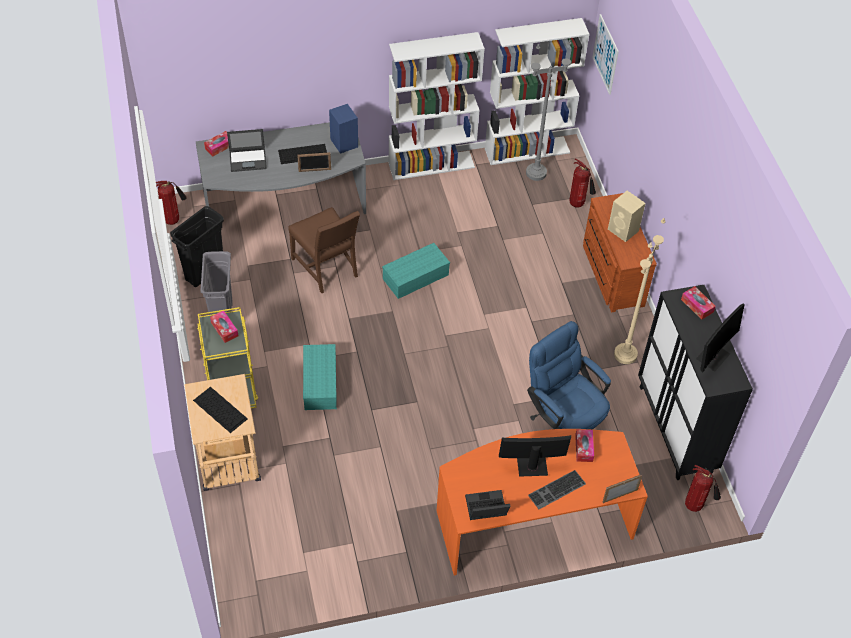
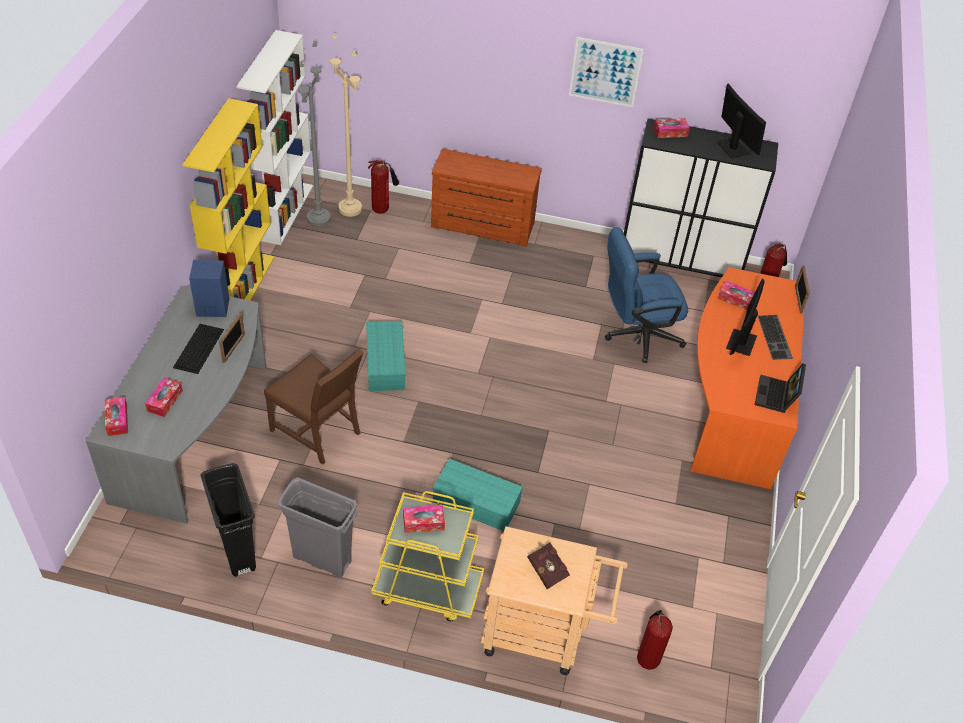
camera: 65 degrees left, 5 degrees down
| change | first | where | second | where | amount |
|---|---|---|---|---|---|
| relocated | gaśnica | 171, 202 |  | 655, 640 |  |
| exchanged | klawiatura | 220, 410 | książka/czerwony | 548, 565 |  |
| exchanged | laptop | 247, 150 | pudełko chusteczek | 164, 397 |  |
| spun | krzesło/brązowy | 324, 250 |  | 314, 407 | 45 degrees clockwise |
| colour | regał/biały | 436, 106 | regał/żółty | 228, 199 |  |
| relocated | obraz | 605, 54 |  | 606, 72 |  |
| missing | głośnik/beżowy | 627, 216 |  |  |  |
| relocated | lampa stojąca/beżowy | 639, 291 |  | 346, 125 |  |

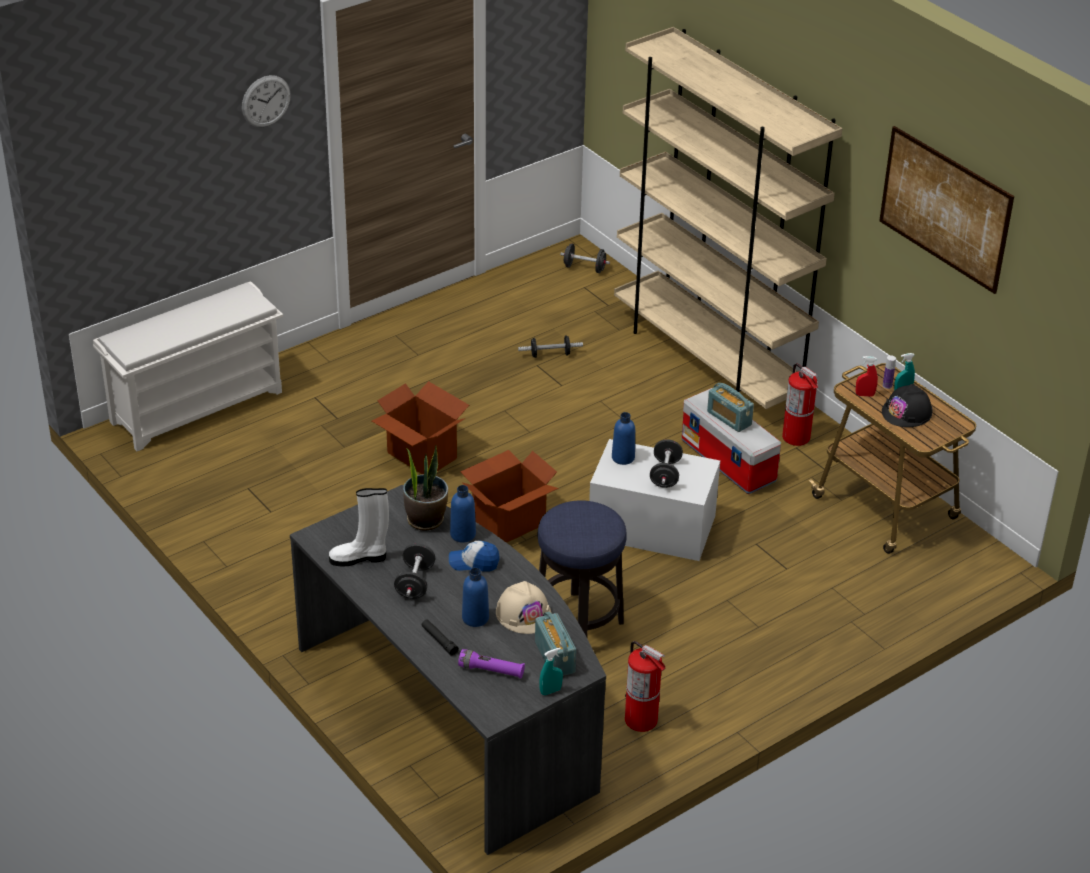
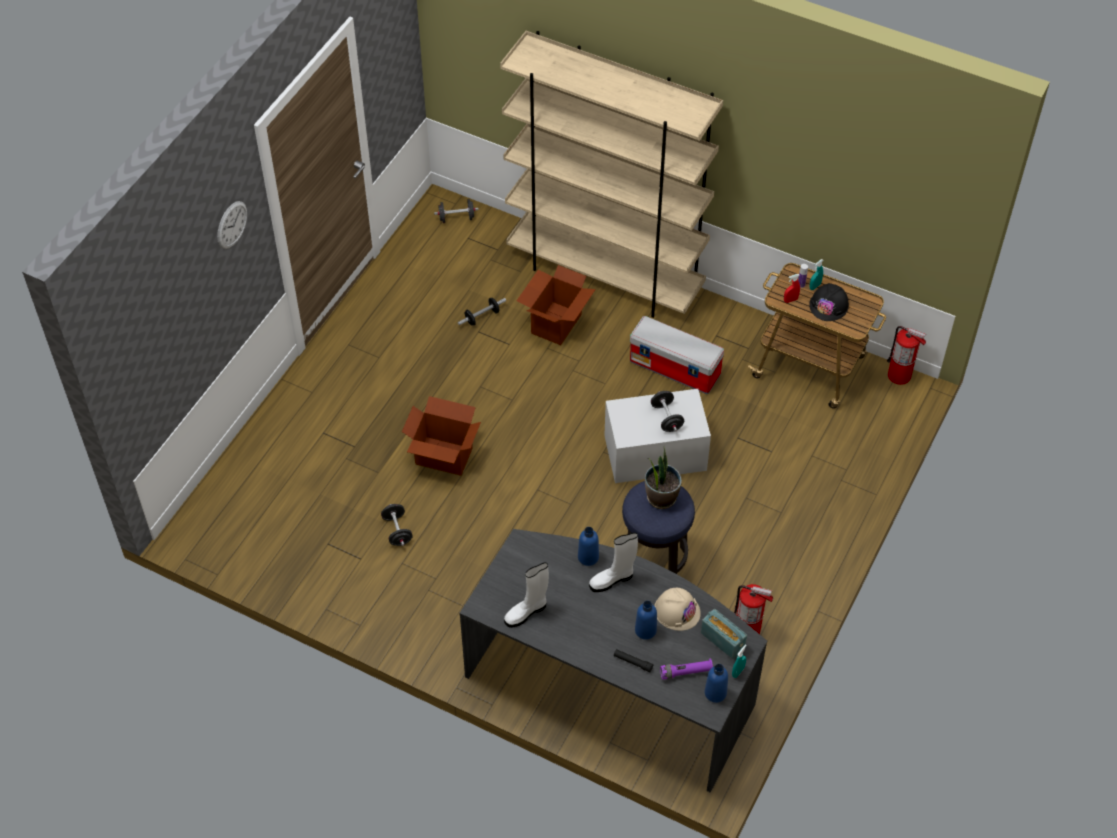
camera: 25 degrees left, 15 degrees up
| change | first | where | second | where | amount |
|---|---|---|---|---|---|
| missing | regał na buty/biały | 188, 366 |  |  |  |
| relocated | hantel/czarny | 414, 571 |  | 397, 525 |  |
| relocated | roślina doniczkowa | 425, 488 |  | 663, 478 |  |
| exchanged | czapka z daszkiem | 474, 556 | but z cholewką/biały | 613, 562 |  |
| relocated | karton | 509, 496 |  | 556, 305 |  |
| relocated | butelka/niebieski | 623, 438 |  | 716, 683 |  |
| missing | radio | 730, 407 |  |  |  |
| relocated | gaśnica | 800, 404 |  | 906, 355 |  |
| missing | obraz | 946, 210 |  |  |  |

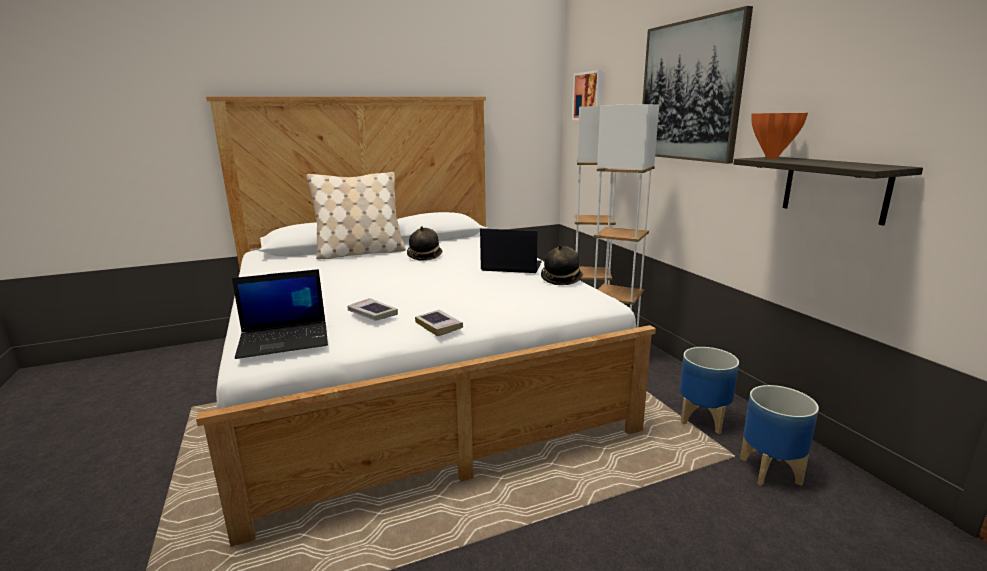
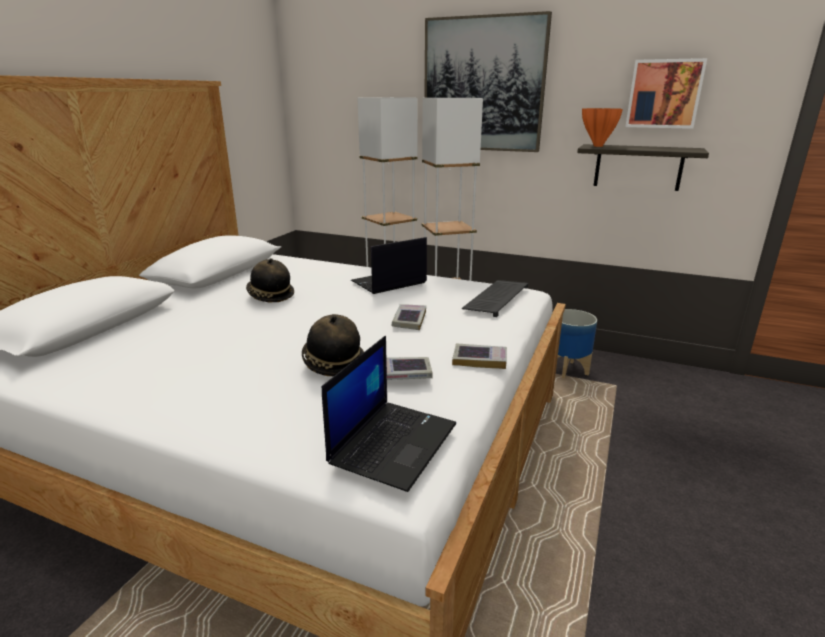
camera: 45 degrees left, 5 degrees up
| change | first | where | second | where | amount |
|---|---|---|---|---|---|
| missing | poduszka/beżowy | 356, 216 |  |  |  |
| relocated | kapelusz | 562, 265 |  | 333, 345 |  |
| relocated | obraz | 588, 95 |  | 666, 93 |  |
| missing | donica | 779, 435 |  |  |  |
| appeared |  |  | książka | 409, 317 |  |
| appeared |  |  | klawiatura | 495, 298 |  |

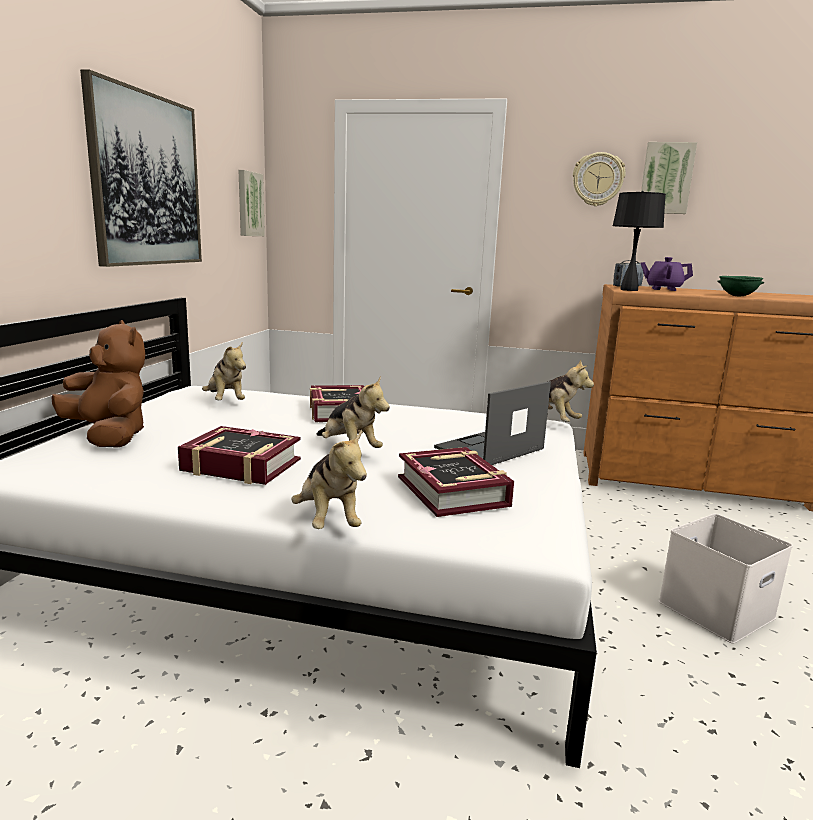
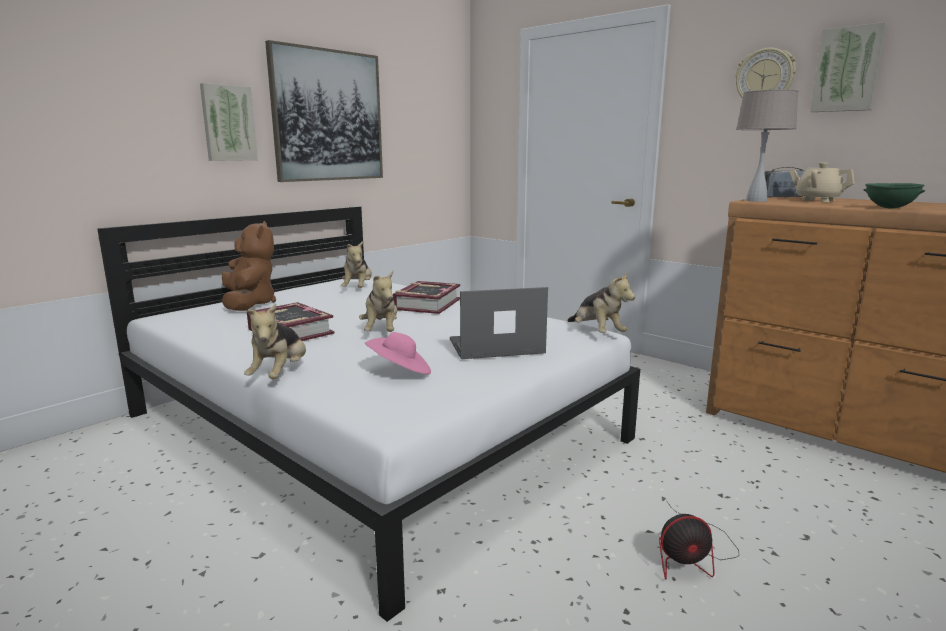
camera: 30 degrees right, 0 degrees up
| change | first | where | second | where | amount |
|---|---|---|---|---|---|
| relocated | obraz | 252, 203 |  | 229, 122 |  |
| exchanged | książka | 456, 482 | kapelusz/różowy | 398, 353 |  |
| colour | lampa stołowa/czarny | 639, 241 | lampa stołowa/beżowy | 767, 145 |  |
| colour | imbryk/fioletowy | 666, 274 | imbryk/beżowy | 822, 182 |  |
| exchanged | pojemnik do przechowywania/biały | 726, 578 | wentylator | 699, 540 |  |

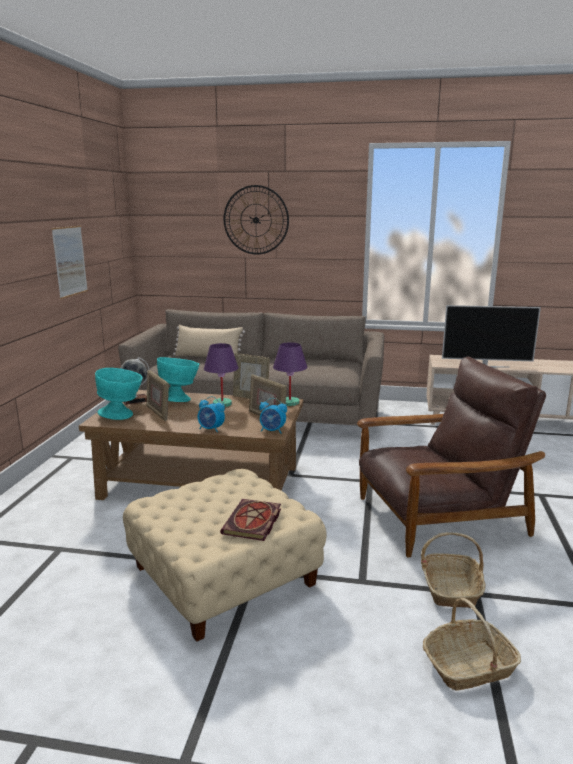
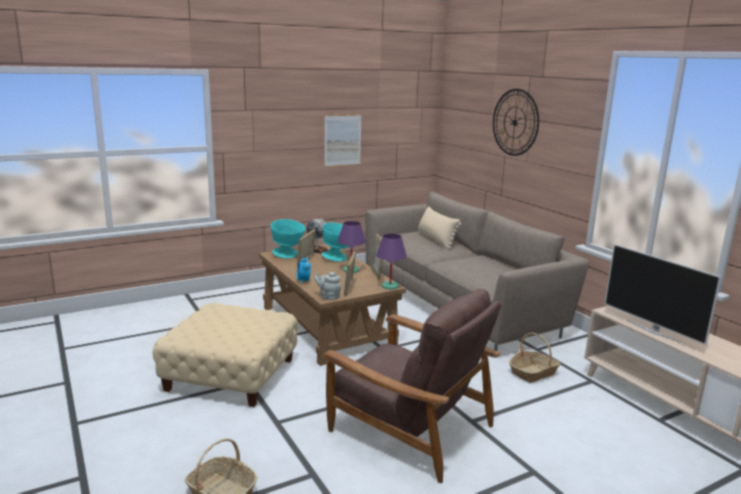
camera: 50 degrees right, 0 degrees up
| change | first | where | second | where | amount |
|---|---|---|---|---|---|
| missing | książka | 250, 520 |  |  |  |
| exchanged | budzik | 273, 416 | imbryk/szary | 327, 286 |  |
| relocated | koszyk | 453, 570 |  | 535, 358 |  |

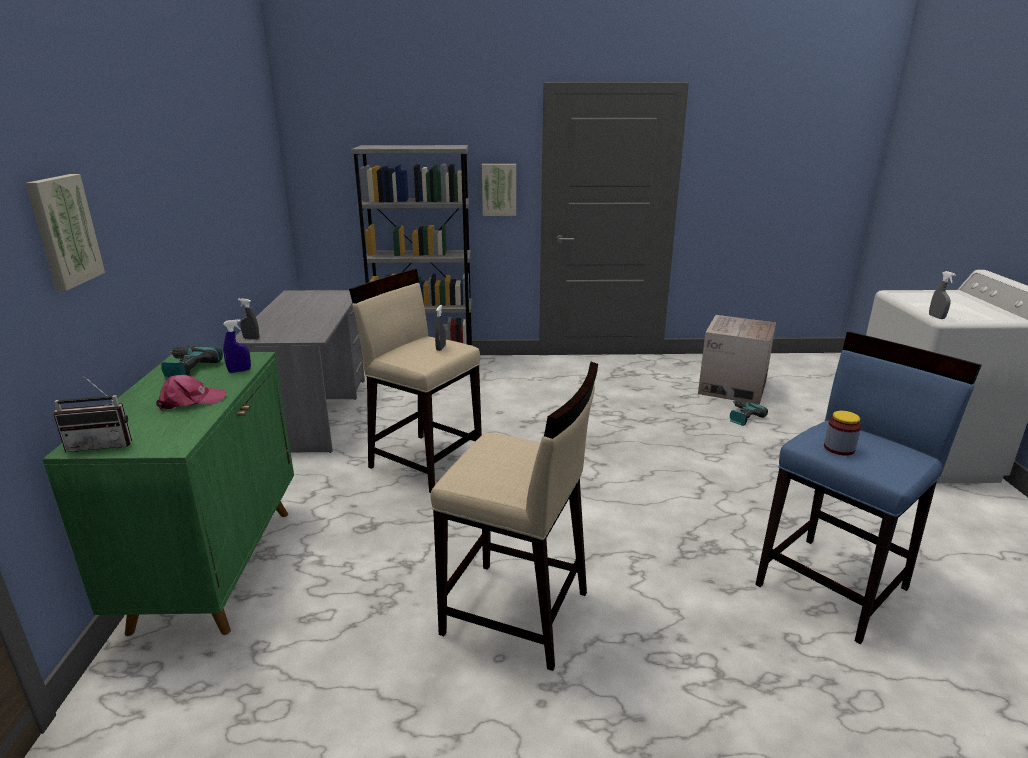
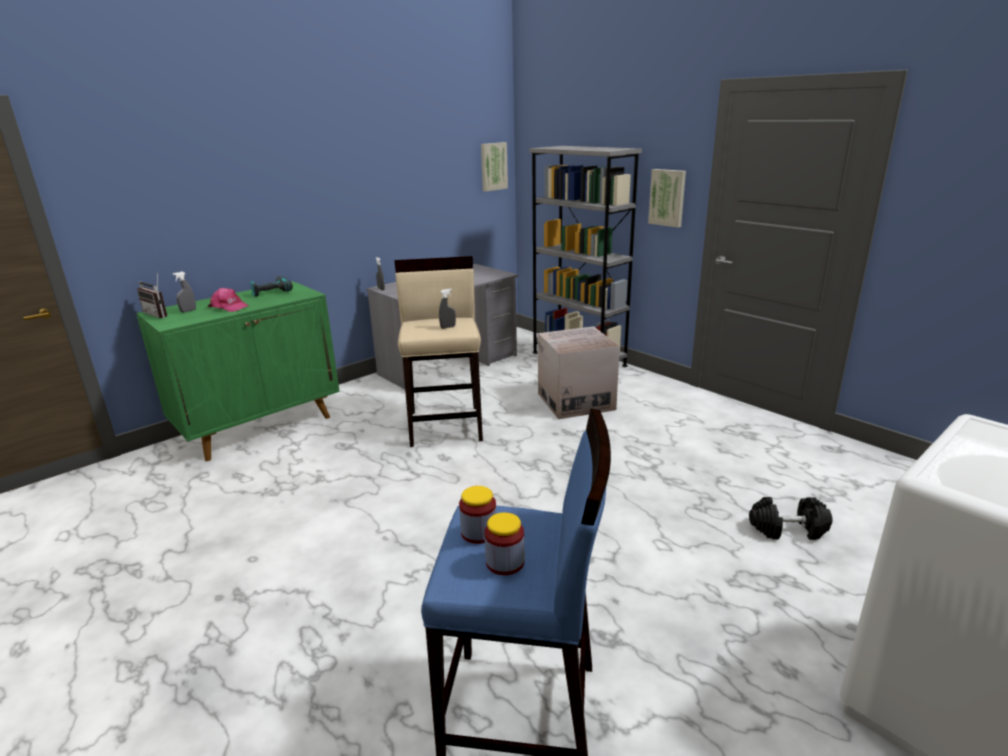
camera: 50 degrees right, 0 degrees up
| change | first | where | second | where | amount |
|---|---|---|---|---|---|
| relocated | obraz | 65, 232 |  | 494, 167 |  |
| missing | spryskiwacz/niebieski | 237, 346 |  |  |  |
| missing | stołek/beżowy | 514, 516 |  |  |  |
| relocated | karton | 737, 360 |  | 579, 372 |  |
| exchanged | wiertarka | 749, 412 | hantel/czarny | 790, 518 |  |
| relocated | spryskiwacz/szary | 942, 295 |  | 184, 292 |  |
| appeared |  |  | słoik | 504, 543 |  |

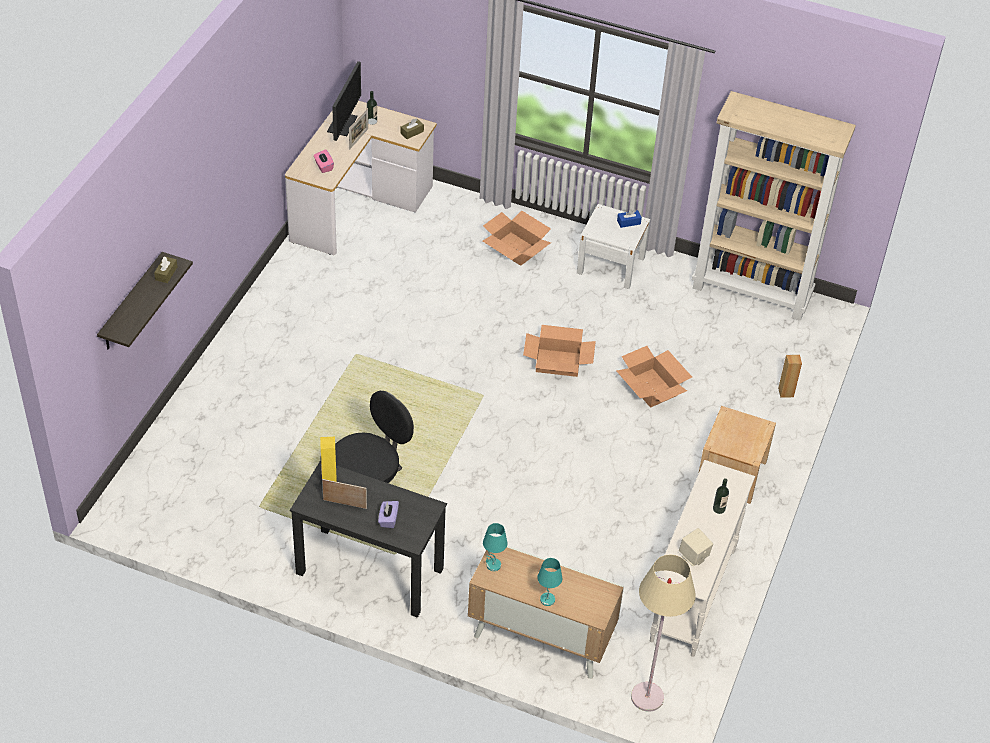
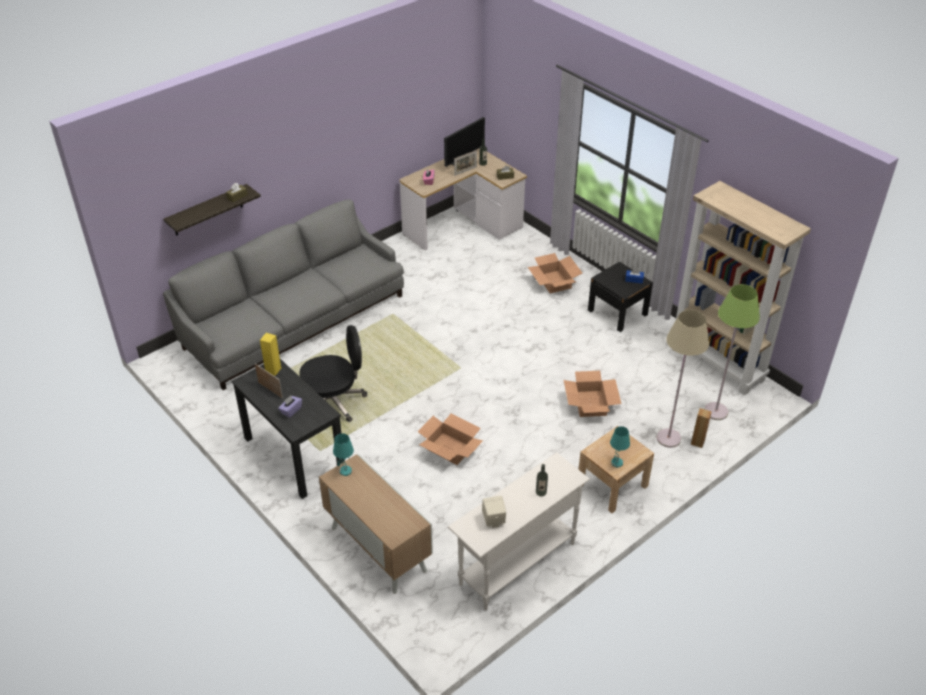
camera: 30 degrees right, 5 degrees down
| change | first | where | second | where | amount |
|---|---|---|---|---|---|
| relocated | karton | 559, 351 |  | 450, 439 |  |
| relocated | lampa stołowa/turkusowy | 549, 582 |  | 620, 446 |  |
| colour | szafka nocna/biały | 613, 246 | szafka nocna/czarny | 620, 297 |  |
| relocated | lampa stojąca/beżowy | 663, 633 |  | 683, 379 |  |
| appeared |  |  | kanapa/szary | 283, 295 |  |
| appeared |  |  | lampa stojąca/zielony | 732, 352 |  |

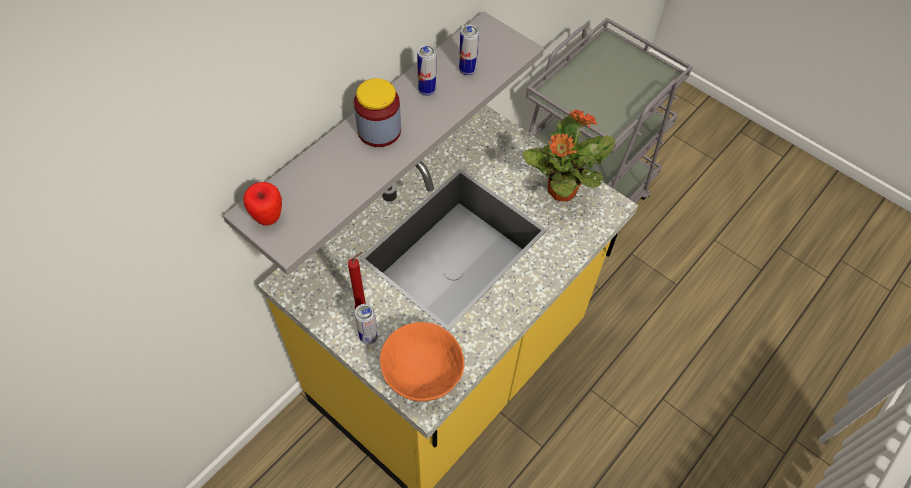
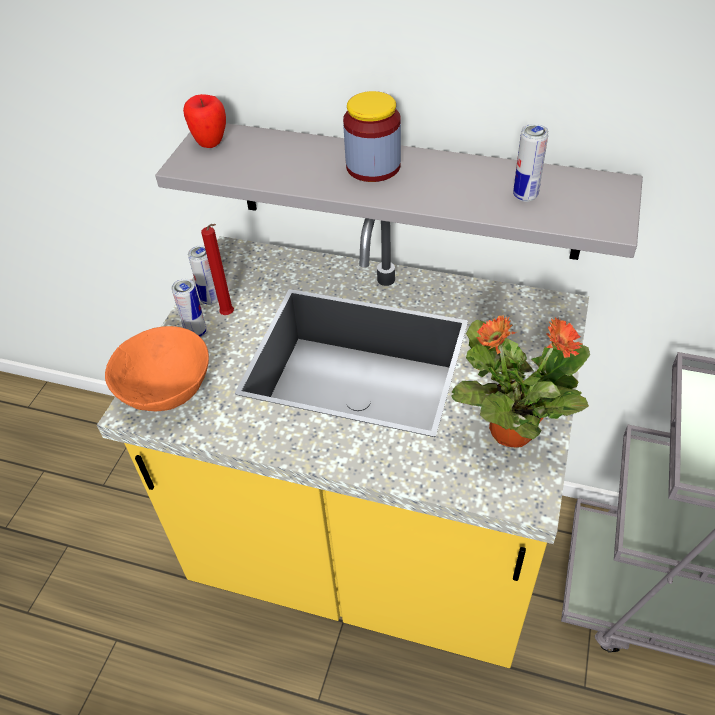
camera: 70 degrees right, 10 degrees down
| change | first | where | second | where | amount |
|---|---|---|---|---|---|
| relocated | puszka | 427, 70 |  | 203, 275 |  |

